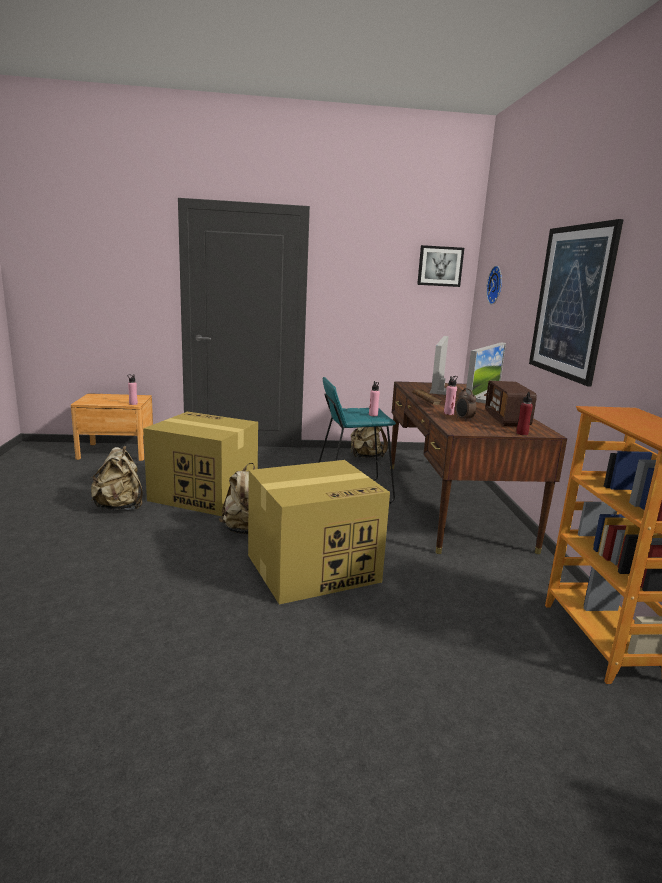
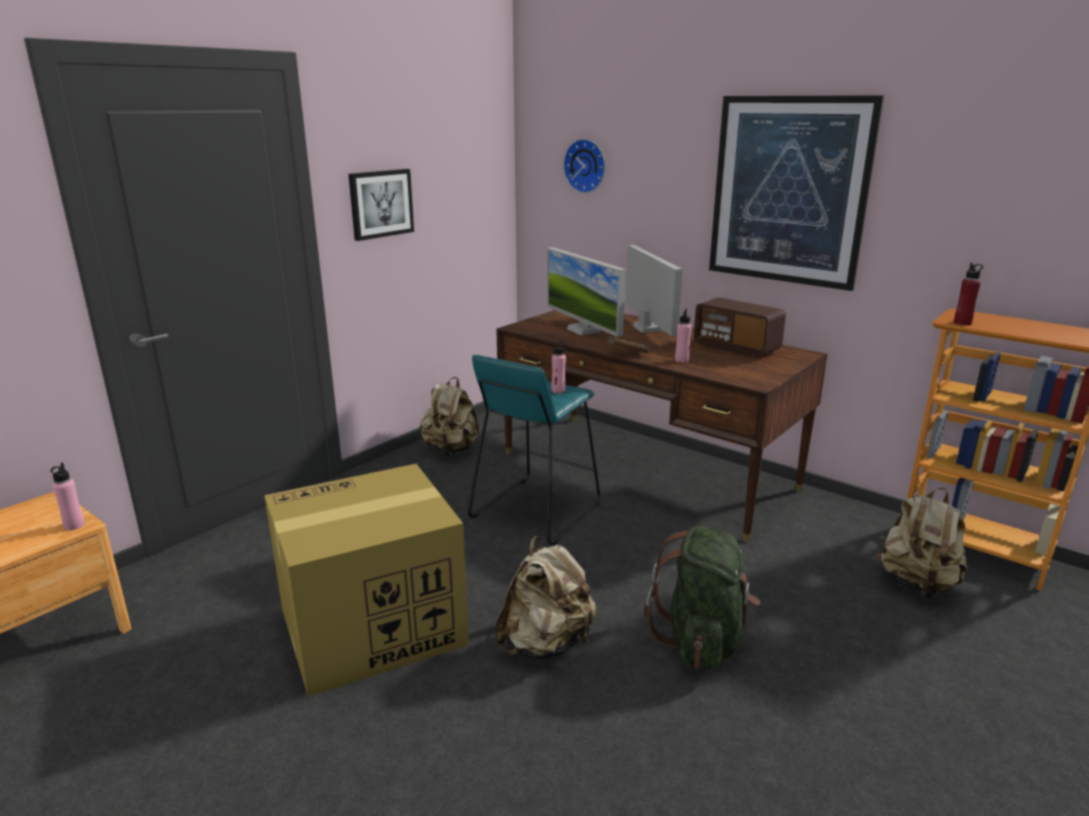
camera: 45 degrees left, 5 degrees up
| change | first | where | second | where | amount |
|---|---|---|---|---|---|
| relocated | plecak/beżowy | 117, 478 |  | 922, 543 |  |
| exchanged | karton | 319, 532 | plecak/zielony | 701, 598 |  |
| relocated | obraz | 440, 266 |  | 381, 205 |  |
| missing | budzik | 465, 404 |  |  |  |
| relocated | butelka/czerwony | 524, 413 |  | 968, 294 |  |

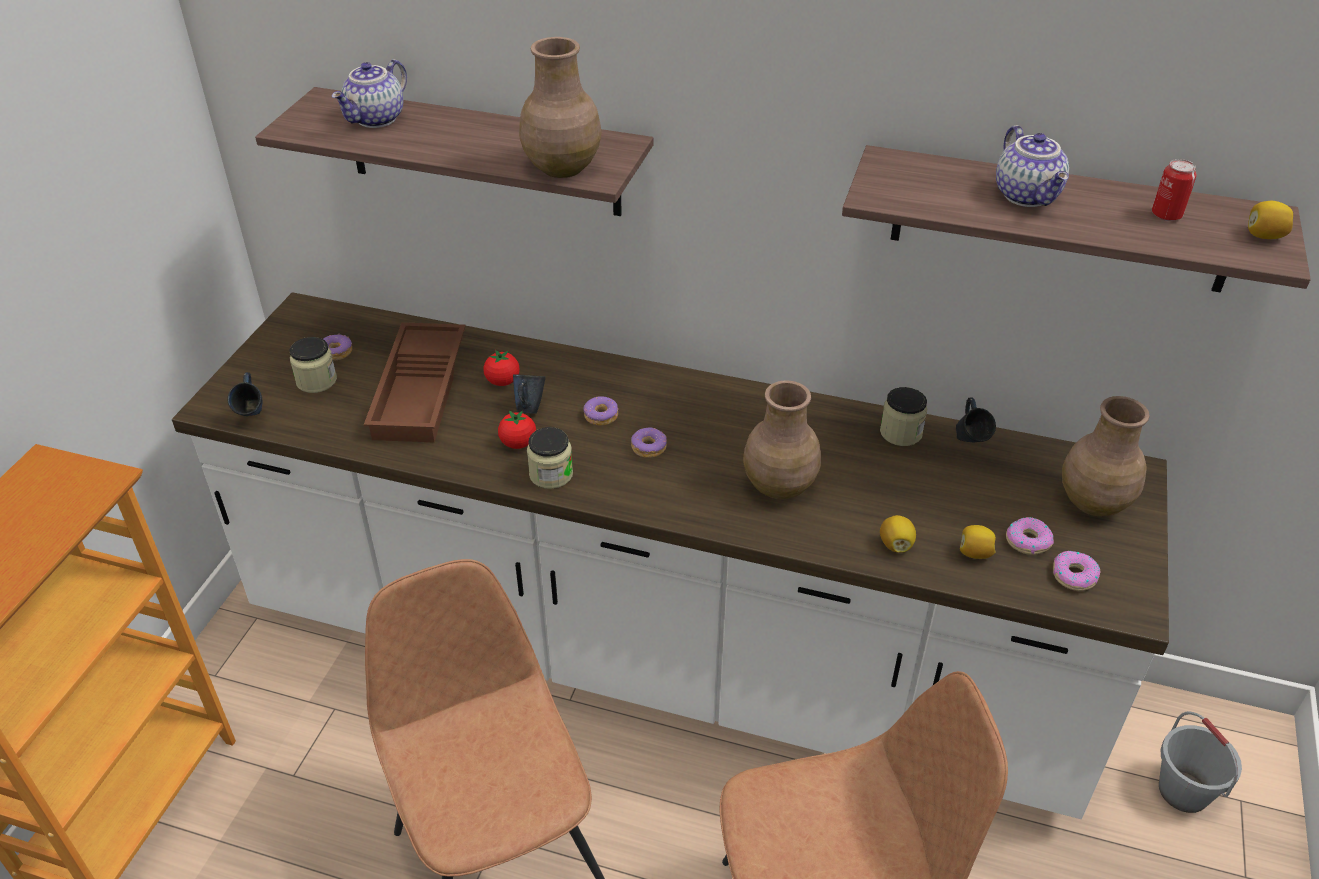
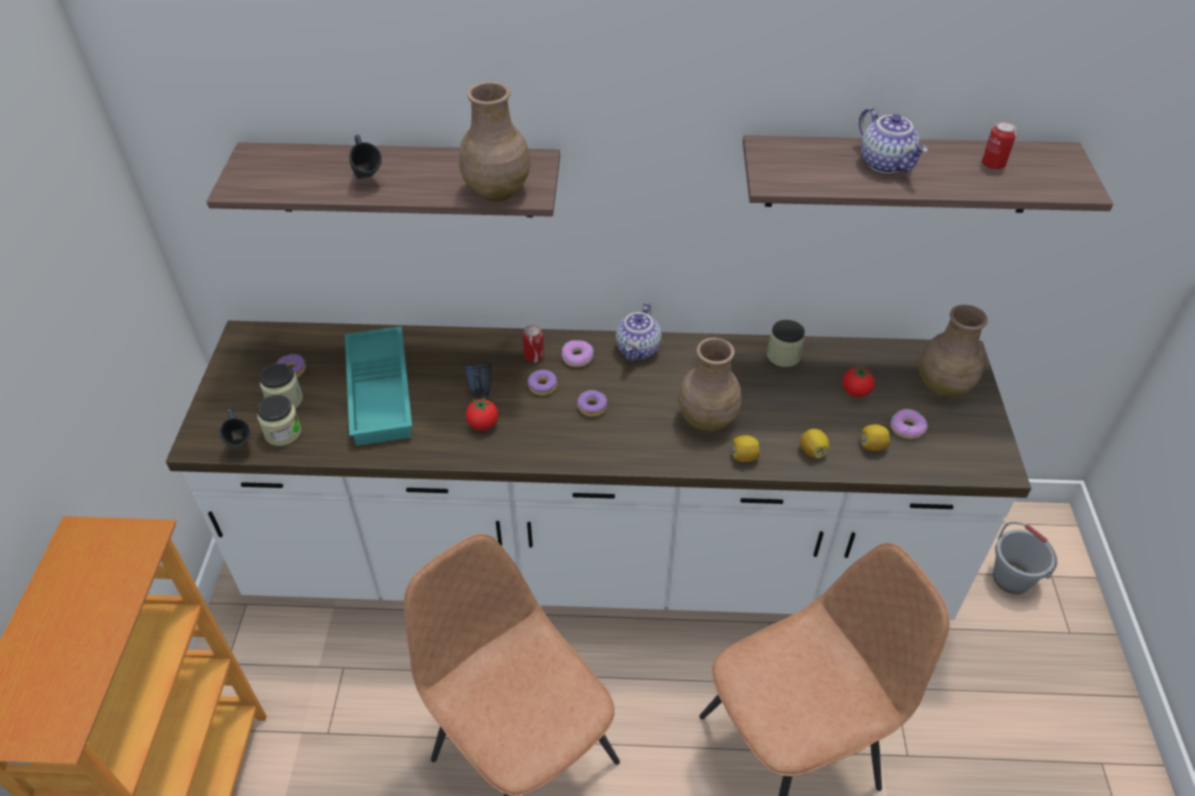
camera: 15 degrees left, 5 degrees up
| change | first | where | second | where | amount |
|---|---|---|---|---|---|
| relocated | imbryk | 369, 93 |  | 638, 332 |  |
| colour | taca/brązowy | 415, 382 | taca/turkusowy | 378, 386 |  |
| relocated | pomidor | 501, 368 |  | 858, 381 |  |
| relocated | słoik | 550, 458 |  | 279, 420 |  |
| relocated | kubek/niebieski | 976, 419 |  | 365, 157 |  |
| relocated | donut | 1077, 571 |  | 578, 353 |  |
| relocated | cytryna | 1270, 220 |  | 746, 448 |  |
| appeared |  |  | puszka | 533, 343 |  |

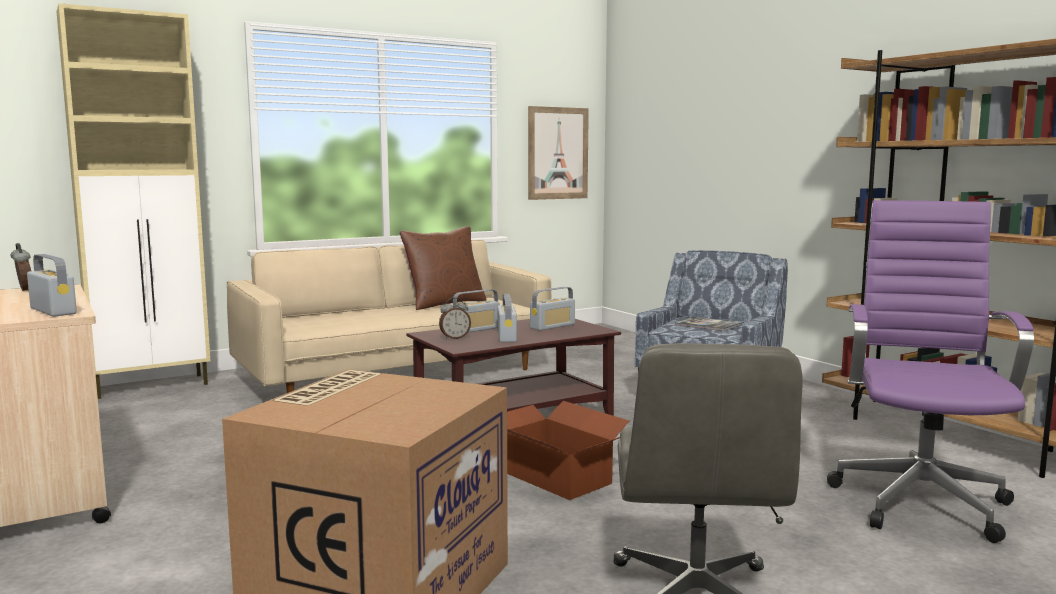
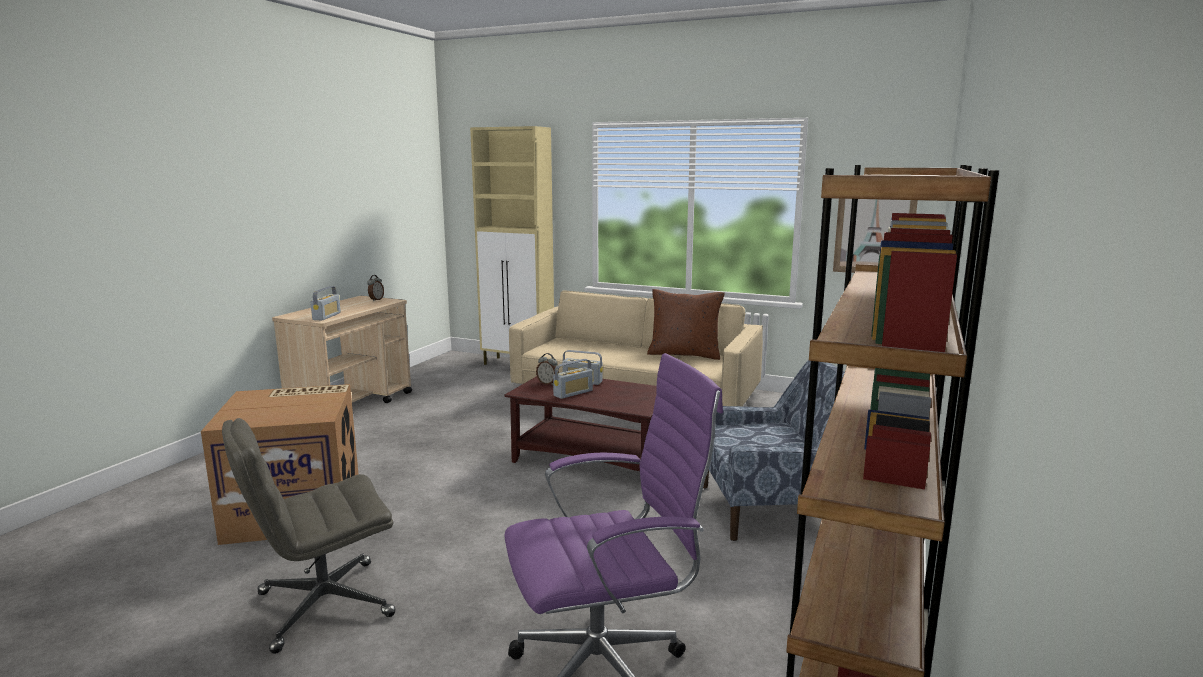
camera: 55 degrees right, 5 degrees up
| change | first | where | second | where | amount |
|---|---|---|---|---|---|
| missing | karton | 568, 450 |  |  |  |
| missing | radio | 552, 309 |  |  |  |
| missing | książka | 708, 324 |  |  |  |

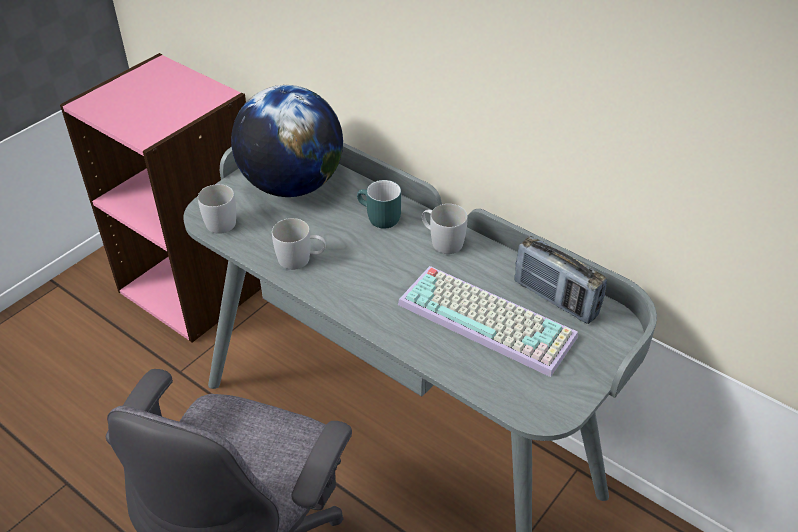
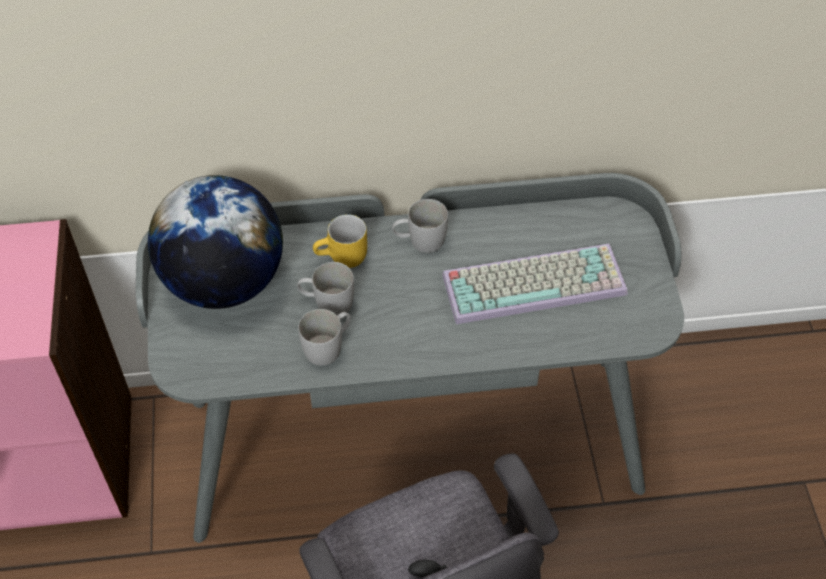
camera: 45 degrees left, 10 degrees up
| change | first | where | second | where | amount |
|---|---|---|---|---|---|
| relocated | kubek/biały | 217, 209 |  | 325, 288 |  |
| colour | kubek/turkusowy | 379, 204 | kubek/żółty | 340, 241 |  |
| missing | radio | 560, 280 |  |  |  |

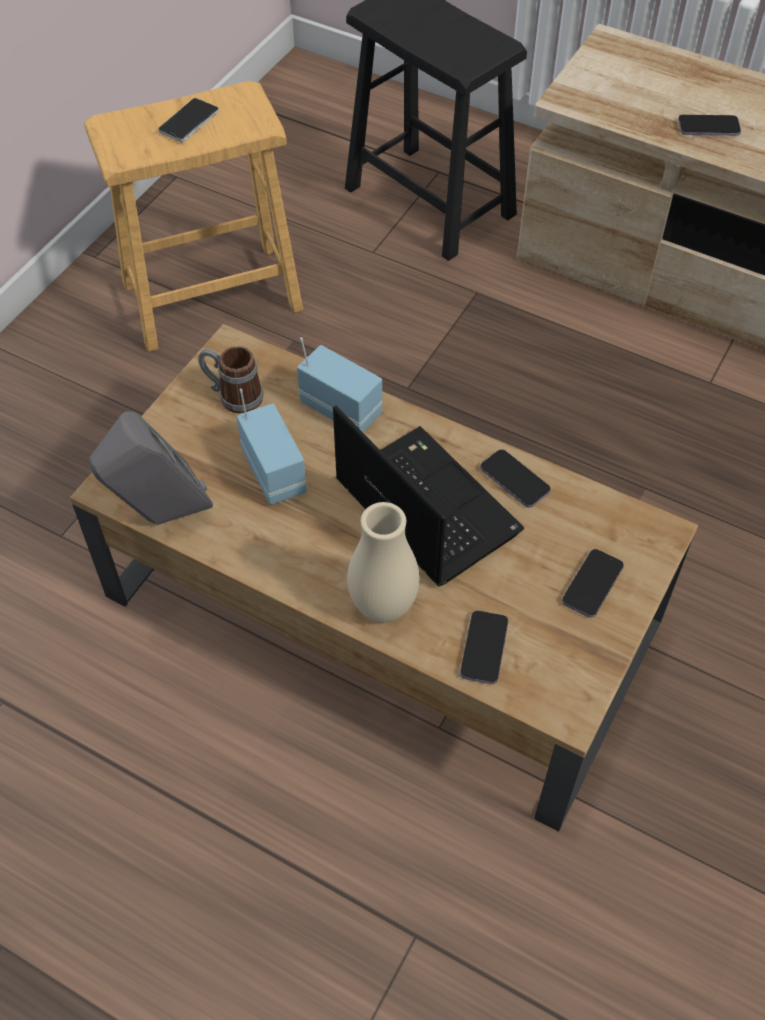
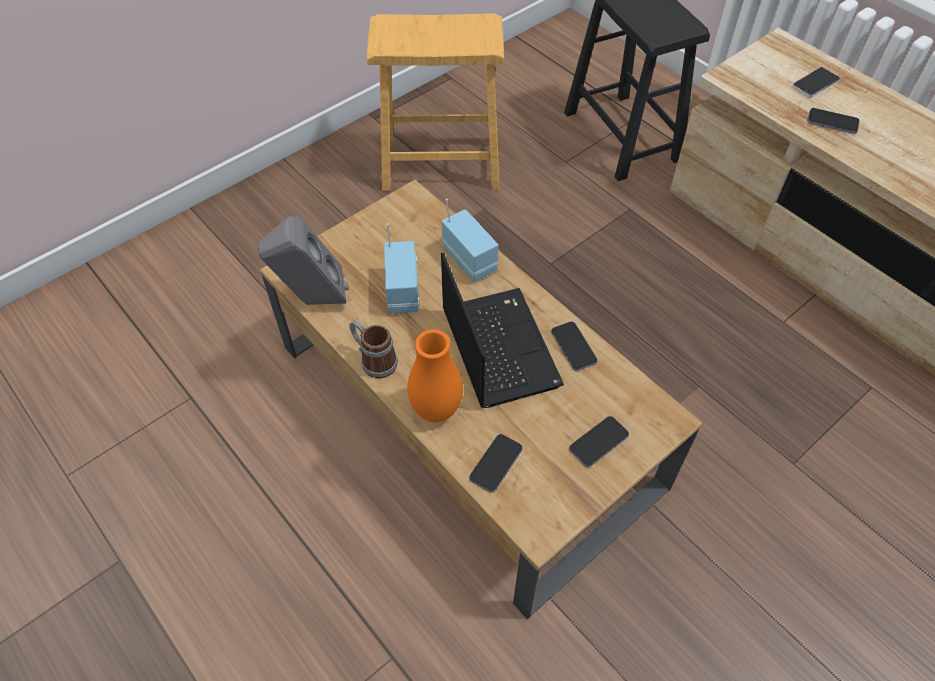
camera: 20 degrees right, 0 degrees up
| change | first | where | second | where | amount |
|---|---|---|---|---|---|
| relocated | telefon | 188, 120 |  | 816, 82 |  |
| relocated | kubek | 231, 380 |  | 373, 349 |  |
| colour | wazon/beżowy | 383, 562 | wazon/pomarańczowy | 435, 376 |  |

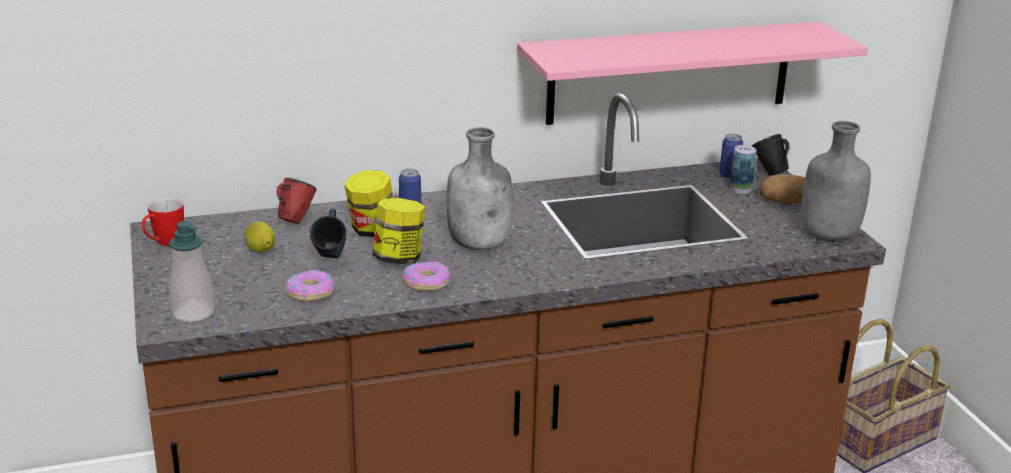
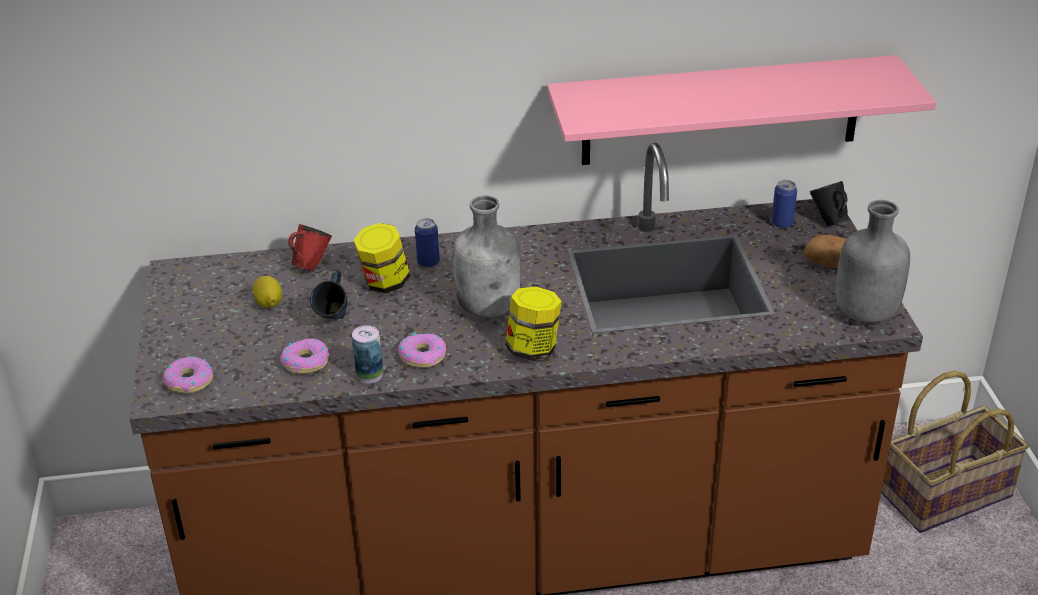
camera: 10 degrees right, 10 degrees up
| change | first | where | second | where | amount |
|---|---|---|---|---|---|
| missing | kubek | 163, 222 |  |  |  |
| exchanged | dozownik mydła | 192, 271 | donut | 188, 374 |  |
| relocated | słoik | 399, 231 |  | 533, 323 |  |
| relocated | puszka | 743, 169 |  | 367, 354 |  |

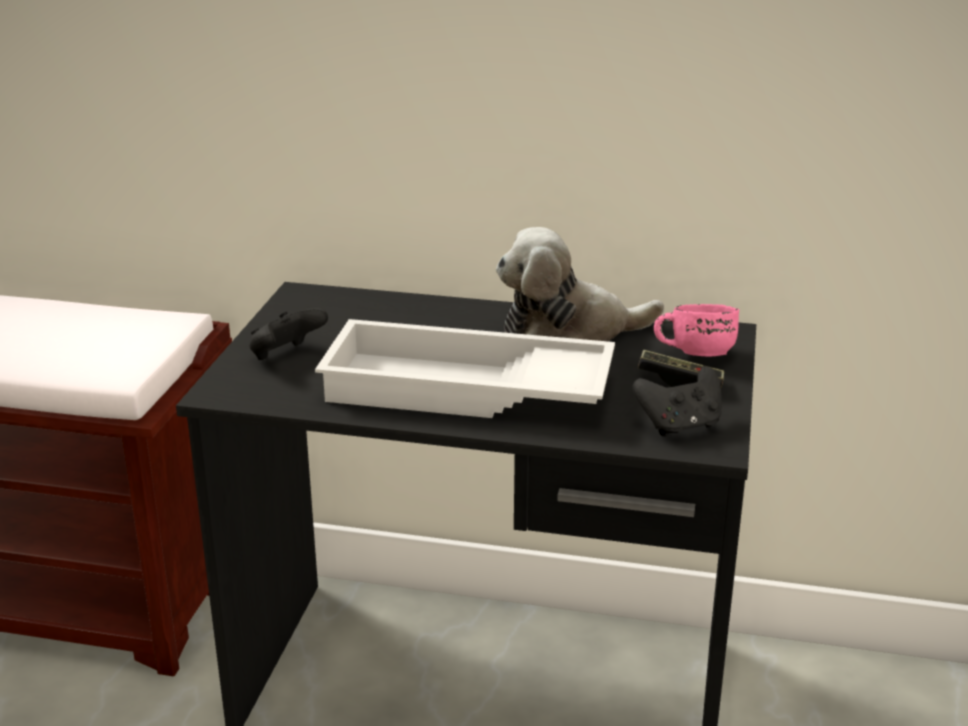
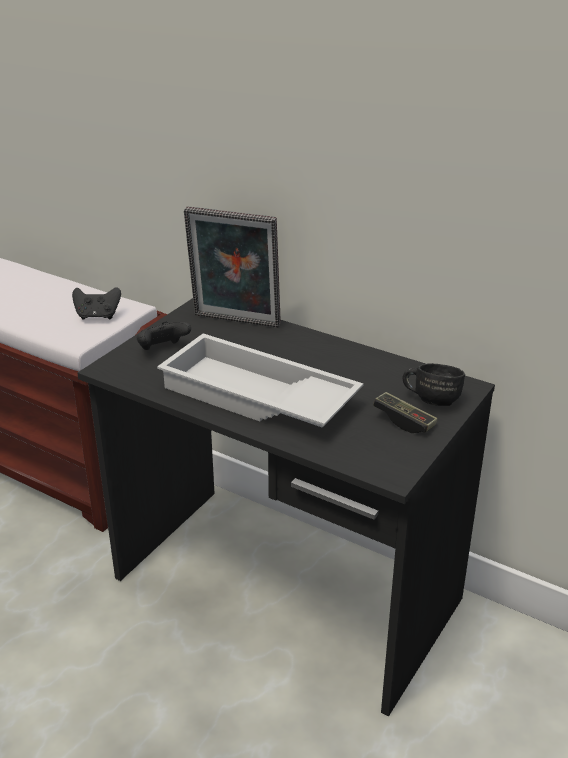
camera: 20 degrees right, 5 degrees up
| change | first | where | second | where | amount |
|---|---|---|---|---|---|
| missing | pluszak | 580, 284 |  |  |  |
| relocated | pad do gier/czarny | 677, 401 |  | 96, 303 |  |
| colour | kubek/różowy | 696, 330 | kubek/czarny | 434, 384 |  |
| appeared |  |  | ramka na zdjęcie | 232, 267 |  |

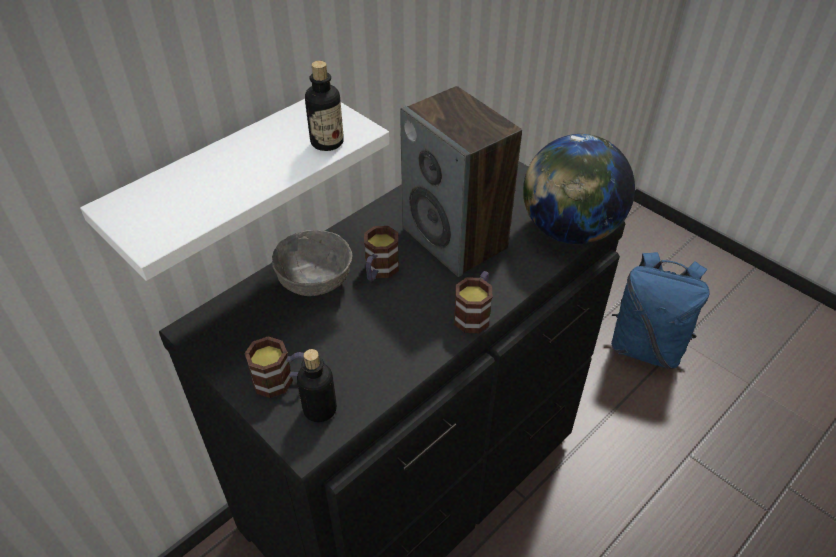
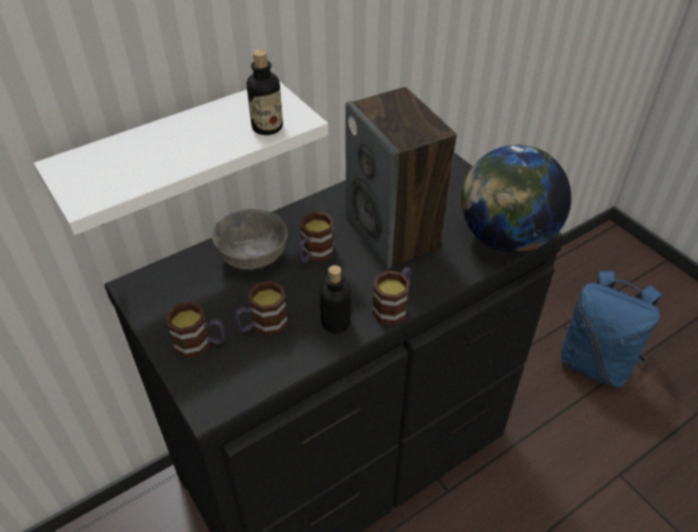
camera: 10 degrees right, 0 degrees up
| change | first | where | second | where | amount |
|---|---|---|---|---|---|
| relocated | butelka | 317, 385 |  | 335, 299 |  |
| appeared |  |  | kubek | 261, 308 |  |

